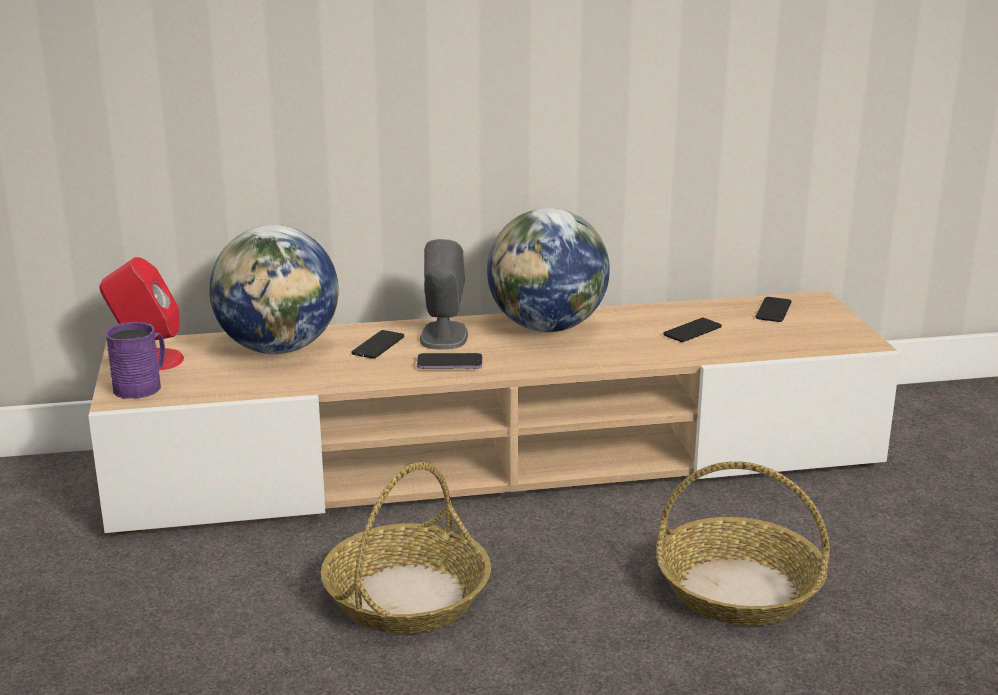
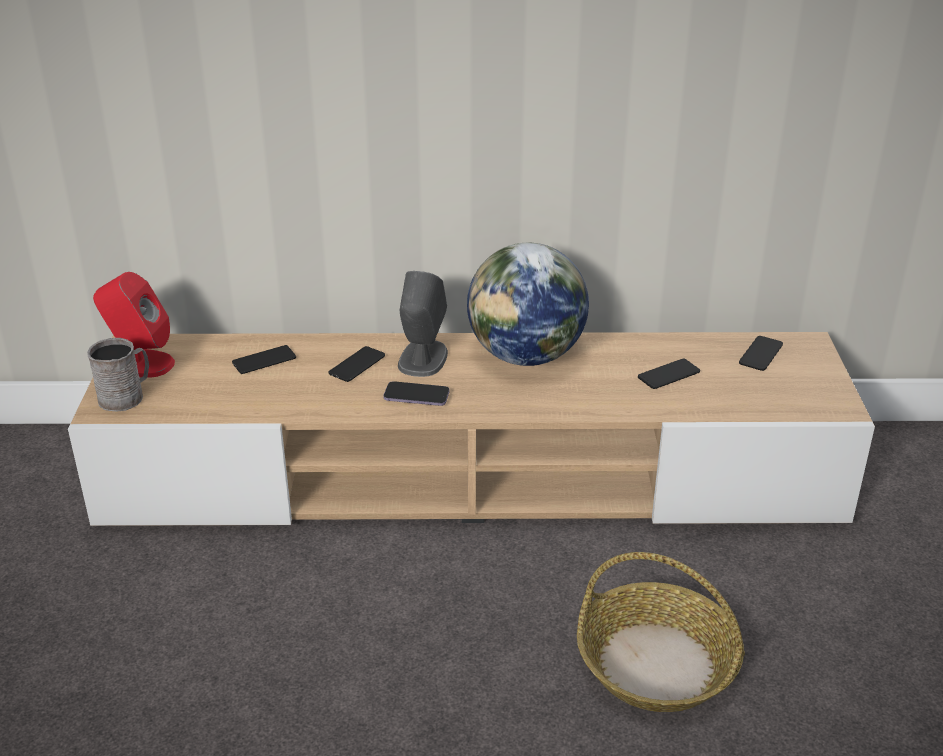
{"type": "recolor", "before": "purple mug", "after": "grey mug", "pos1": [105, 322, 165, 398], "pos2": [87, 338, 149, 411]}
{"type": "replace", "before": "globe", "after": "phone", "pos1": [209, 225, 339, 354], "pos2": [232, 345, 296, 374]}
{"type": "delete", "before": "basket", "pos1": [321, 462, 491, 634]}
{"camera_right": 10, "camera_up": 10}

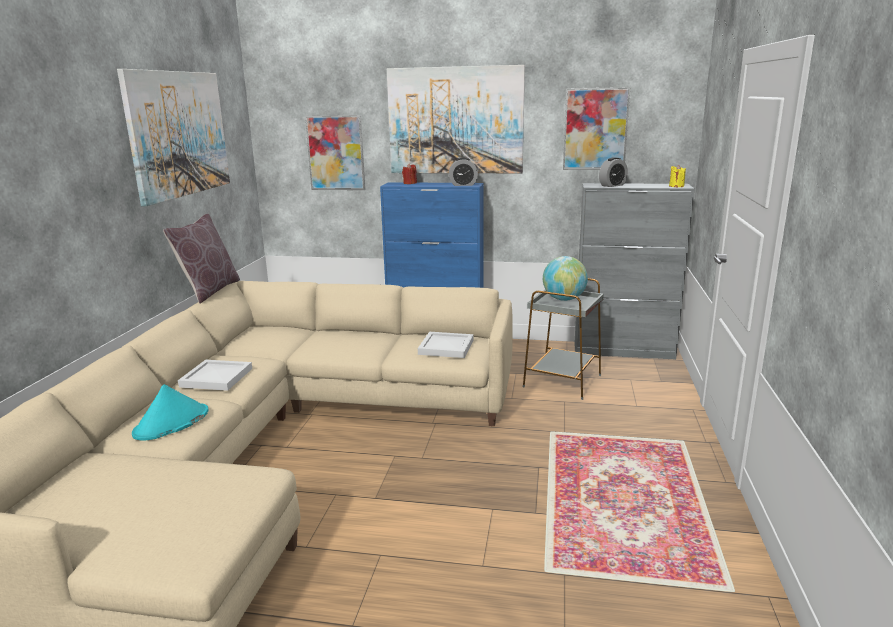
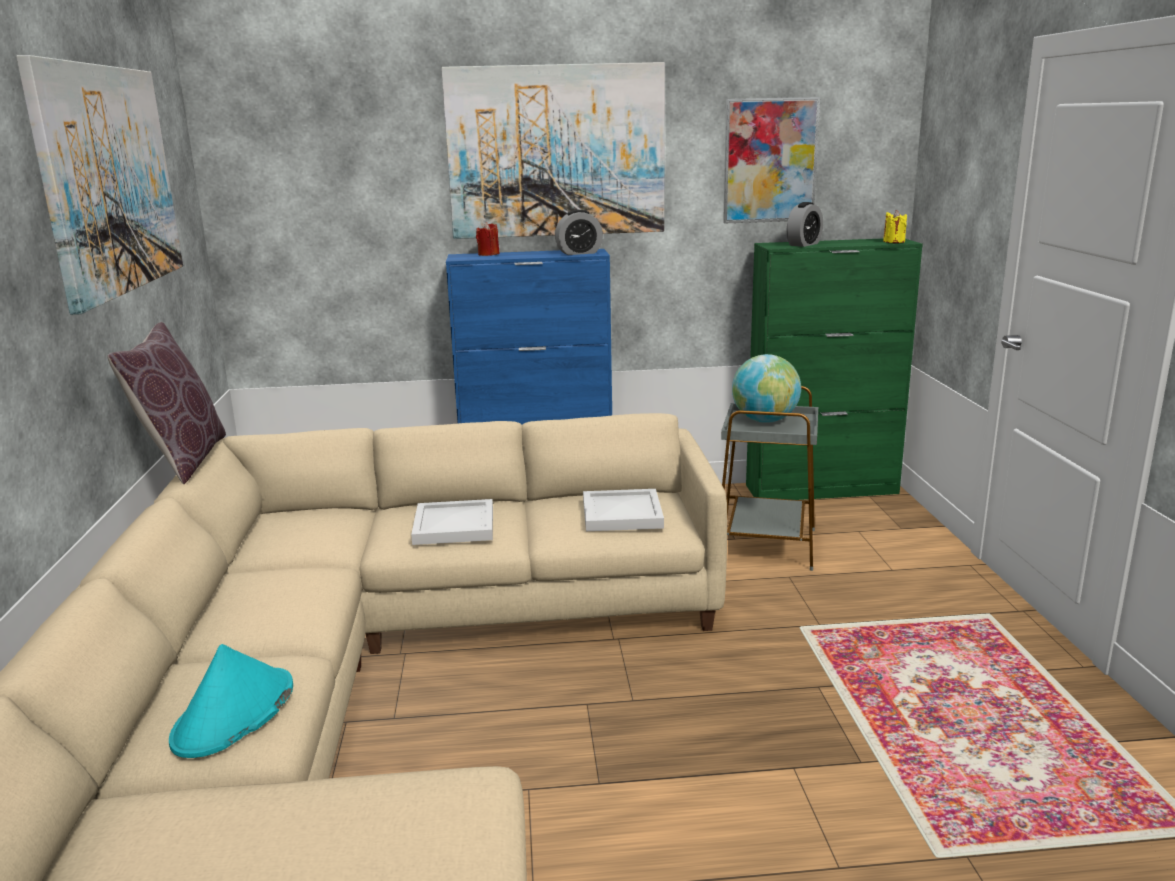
{"type": "move", "before": "white tray", "pos1": [178, 360, 252, 391], "pos2": [411, 499, 493, 545]}
{"type": "recolor", "before": "grey cabinet", "after": "green cabinet", "pos1": [575, 183, 695, 359], "pos2": [746, 239, 923, 500]}
{"type": "delete", "before": "picture", "pos1": [305, 115, 365, 190]}
{"camera_right": -15, "camera_up": 0}

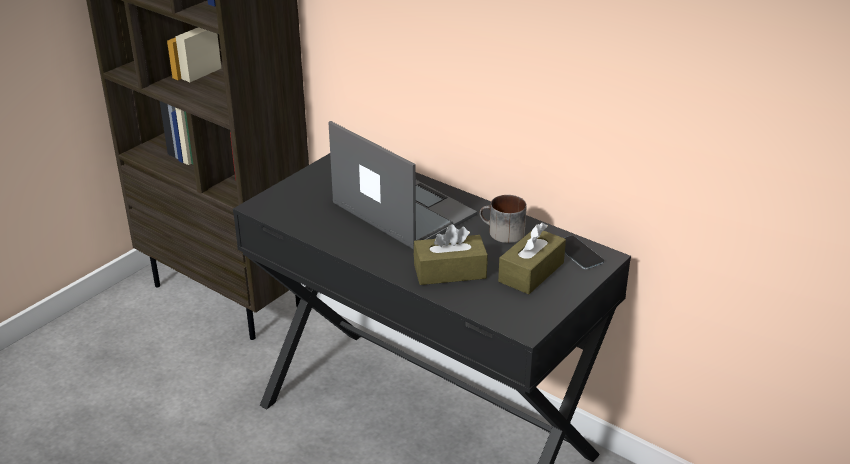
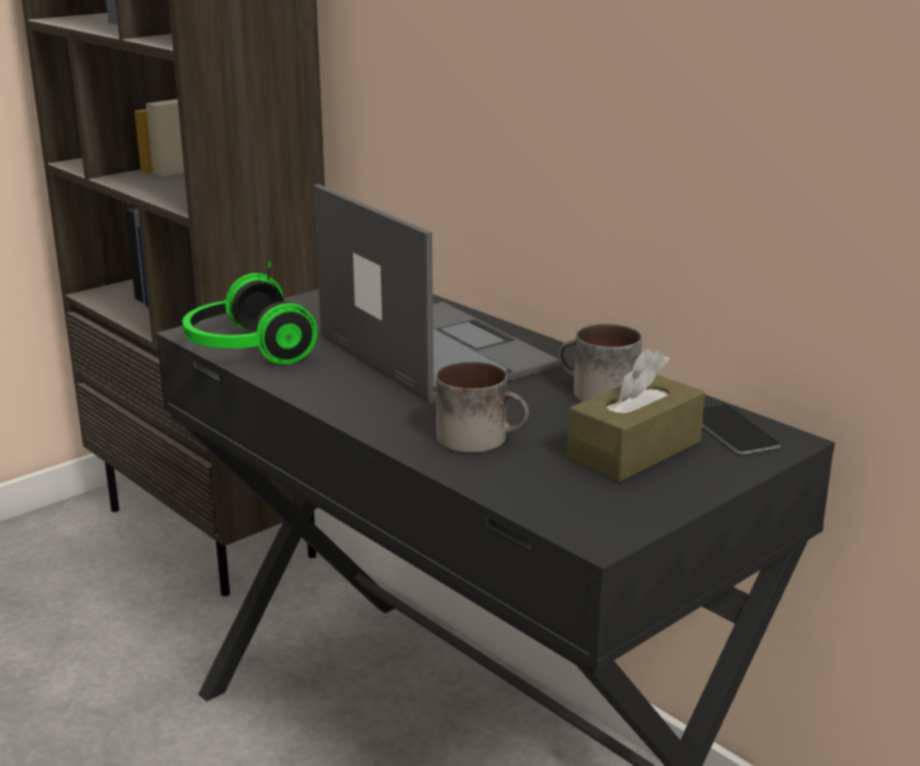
{"type": "insert", "after": "headphones", "pos2": [183, 261, 318, 364]}
{"type": "replace", "before": "brown tissue box", "after": "mug", "pos1": [414, 224, 488, 285], "pos2": [436, 361, 529, 453]}
{"camera_right": 10, "camera_up": -10}

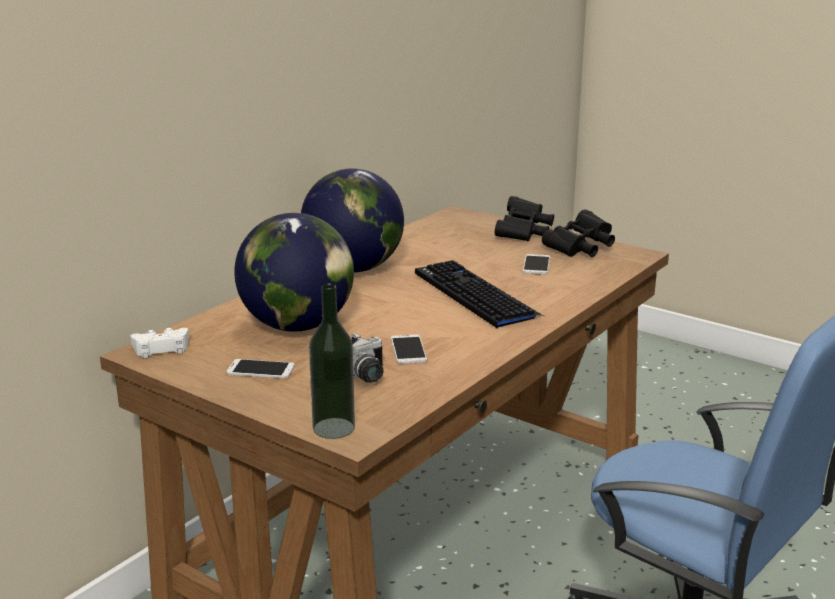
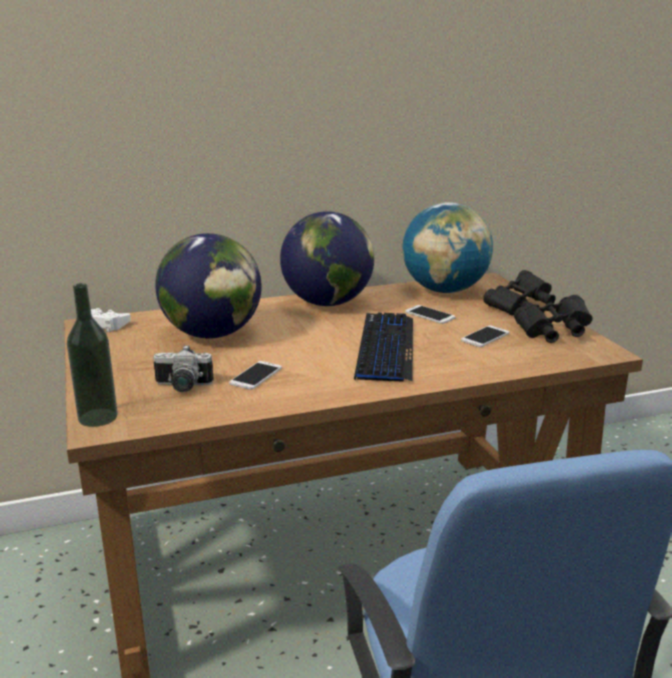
{"type": "insert", "after": "globe", "pos2": [402, 202, 493, 293]}
{"type": "move", "before": "phone", "pos1": [226, 359, 295, 379], "pos2": [405, 305, 456, 324]}
{"camera_right": 35, "camera_up": 0}

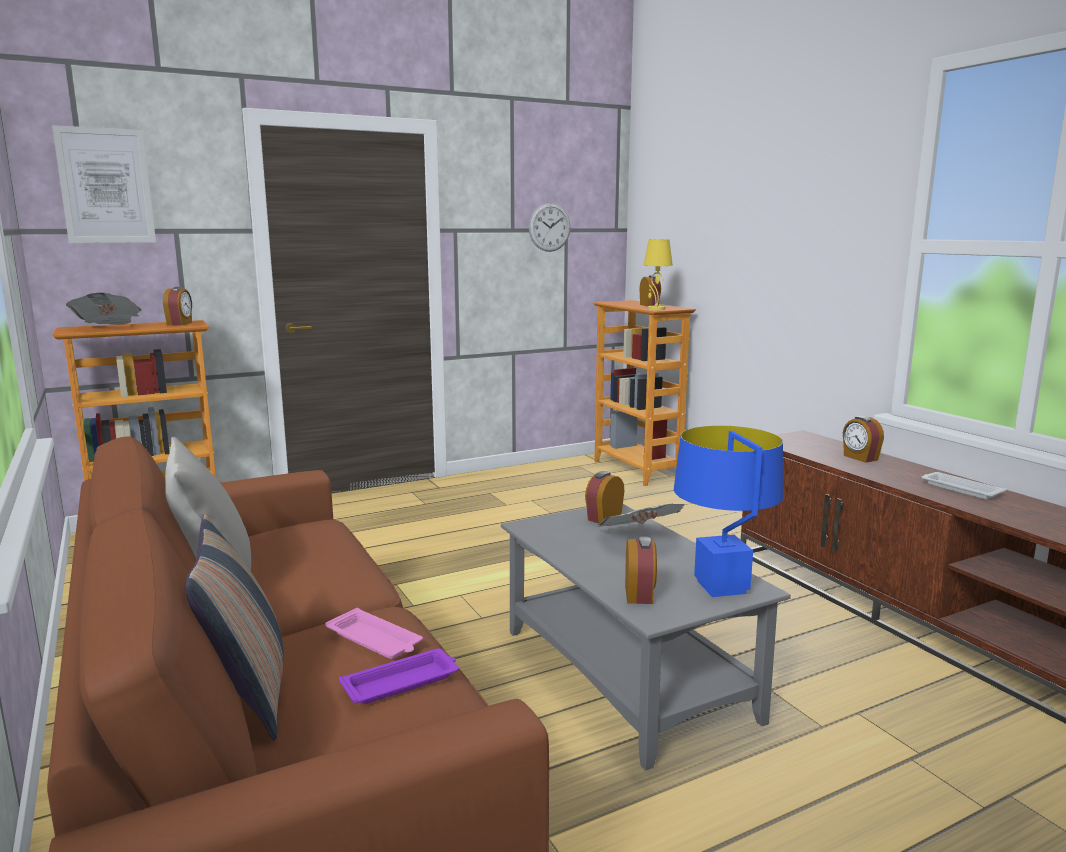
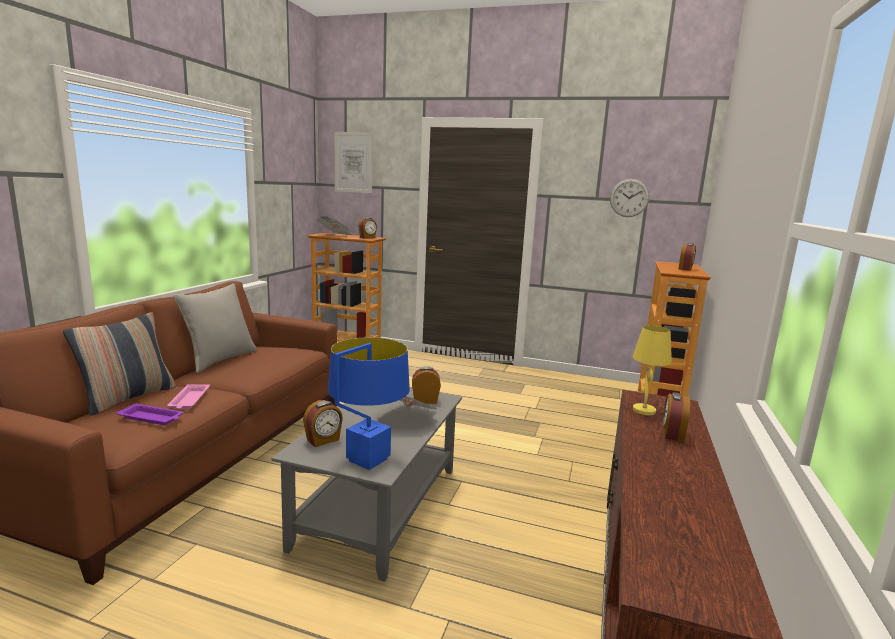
{"type": "move", "before": "yellow table lamp", "pos1": [644, 239, 673, 310], "pos2": [632, 325, 672, 415]}
{"type": "delete", "before": "white tray", "pos1": [921, 472, 1007, 499]}
{"camera_right": 45, "camera_up": 0}

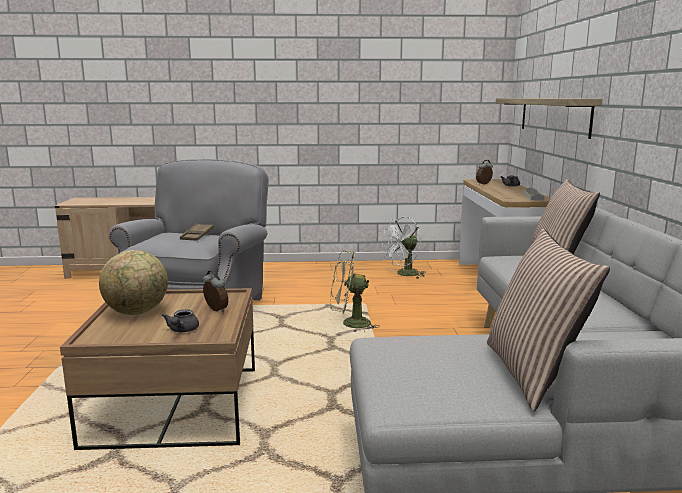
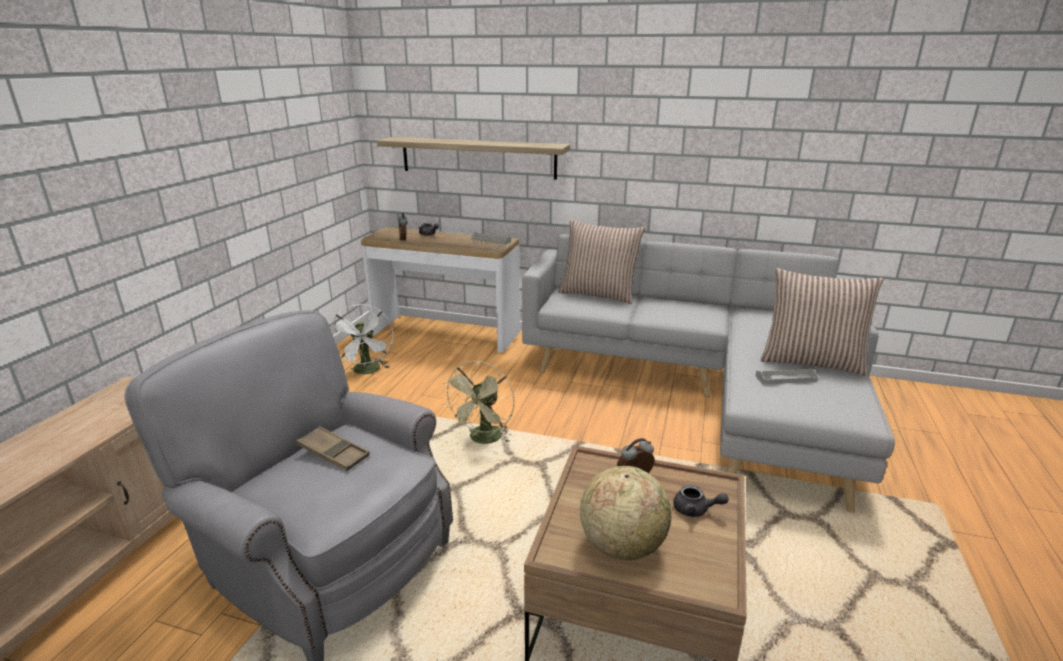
{"type": "insert", "after": "grey tray", "pos2": [755, 369, 818, 384]}
{"camera_right": -70, "camera_up": 10}

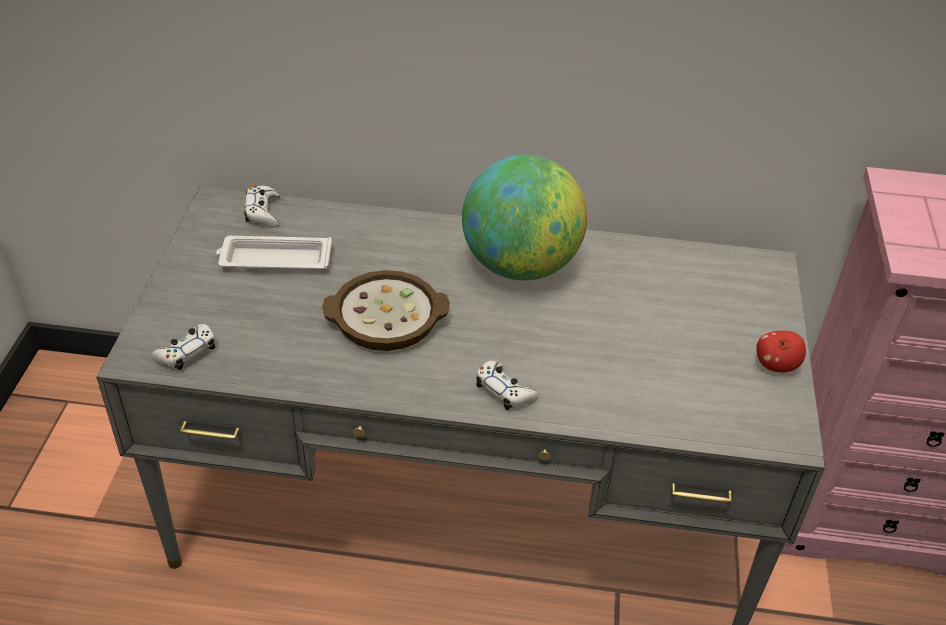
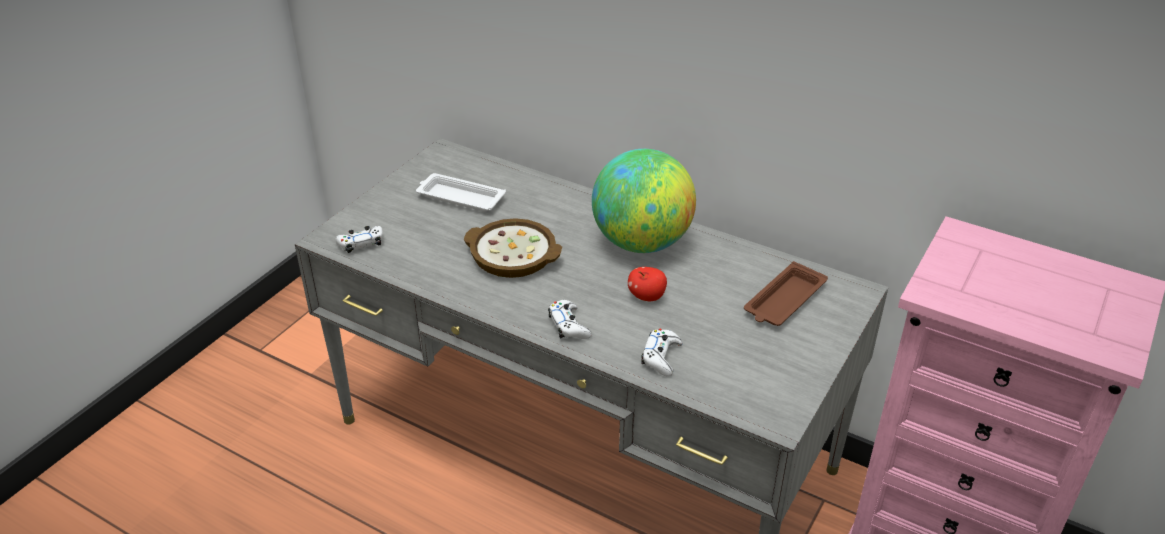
{"type": "move", "before": "apple", "pos1": [756, 331, 806, 372], "pos2": [628, 267, 667, 301]}
{"type": "move", "before": "white game controller", "pos1": [244, 185, 280, 228], "pos2": [641, 328, 683, 377]}
{"type": "insert", "after": "brown tray", "pos2": [744, 261, 828, 326]}
{"camera_right": 25, "camera_up": -5}

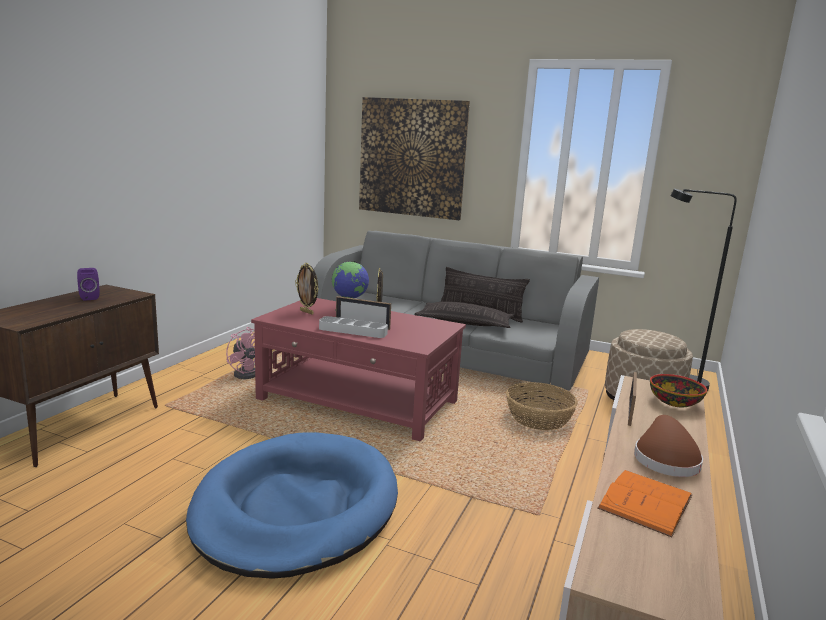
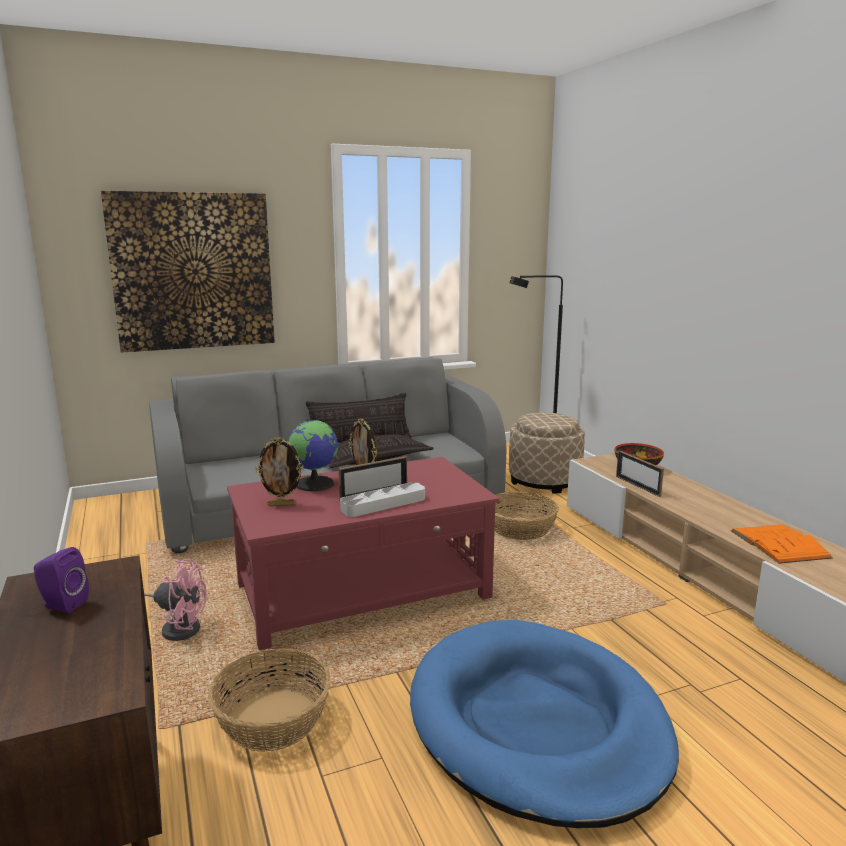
{"type": "insert", "after": "basket", "pos2": [208, 648, 331, 752]}
{"type": "delete", "before": "brown hat", "pos1": [634, 415, 703, 477]}
{"camera_right": -45, "camera_up": 0}

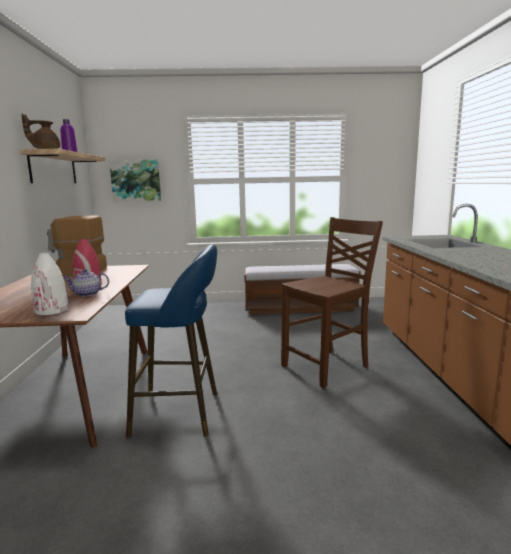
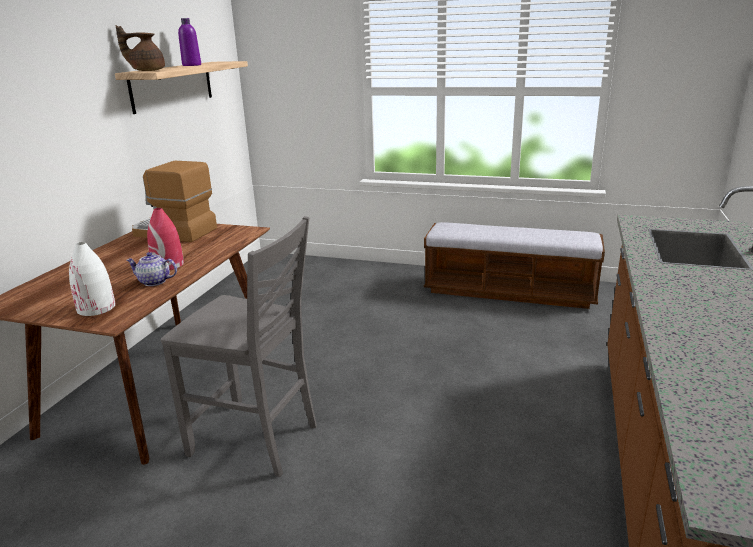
{"type": "replace", "before": "blue stool", "after": "grey chair", "pos1": [125, 244, 217, 438], "pos2": [161, 216, 317, 477]}
{"type": "delete", "before": "picture", "pos1": [109, 160, 161, 202]}
{"type": "delete", "before": "brown chair", "pos1": [281, 217, 383, 388]}
{"camera_right": 20, "camera_up": 10}

